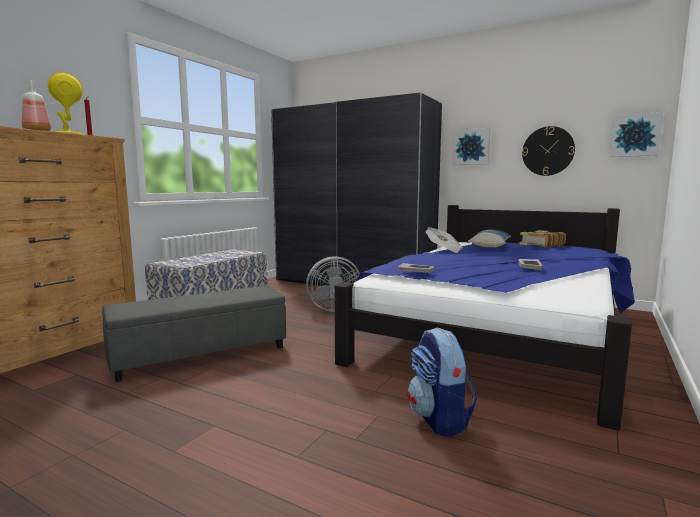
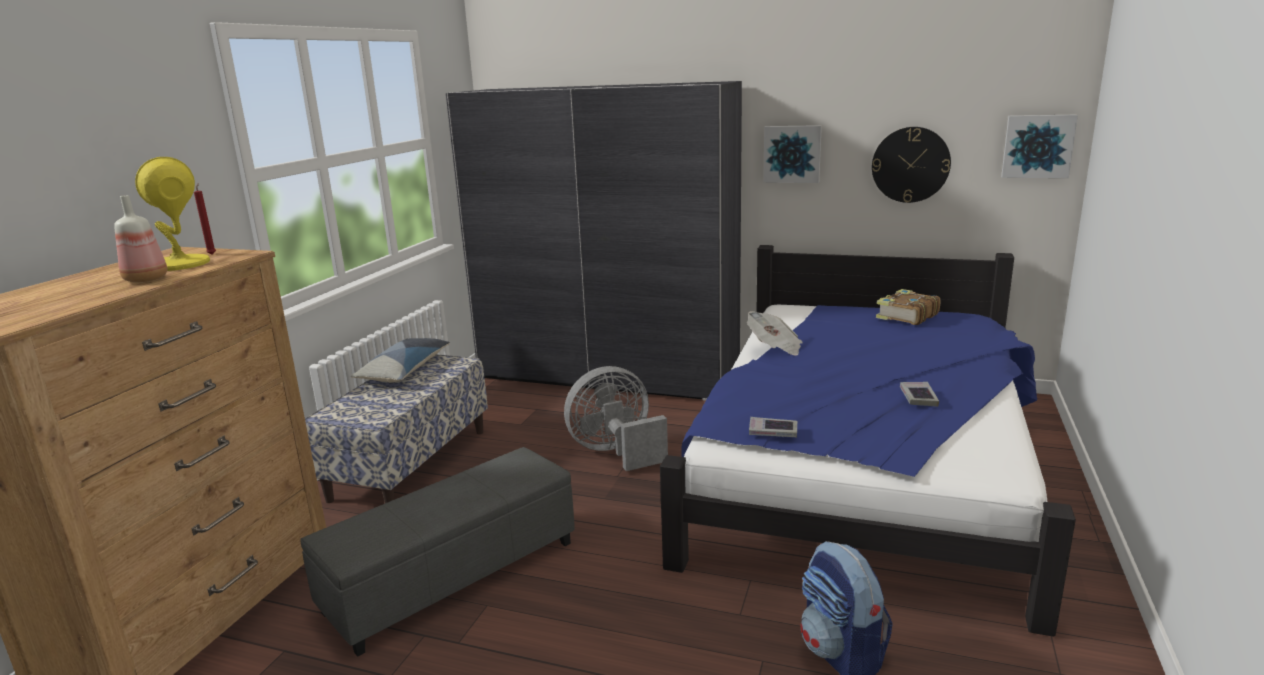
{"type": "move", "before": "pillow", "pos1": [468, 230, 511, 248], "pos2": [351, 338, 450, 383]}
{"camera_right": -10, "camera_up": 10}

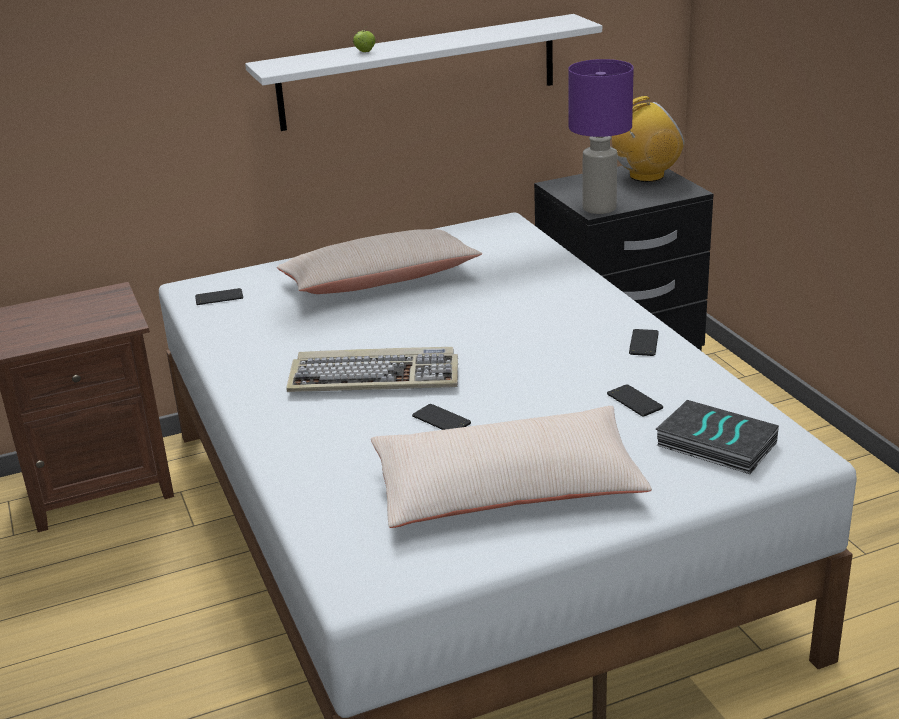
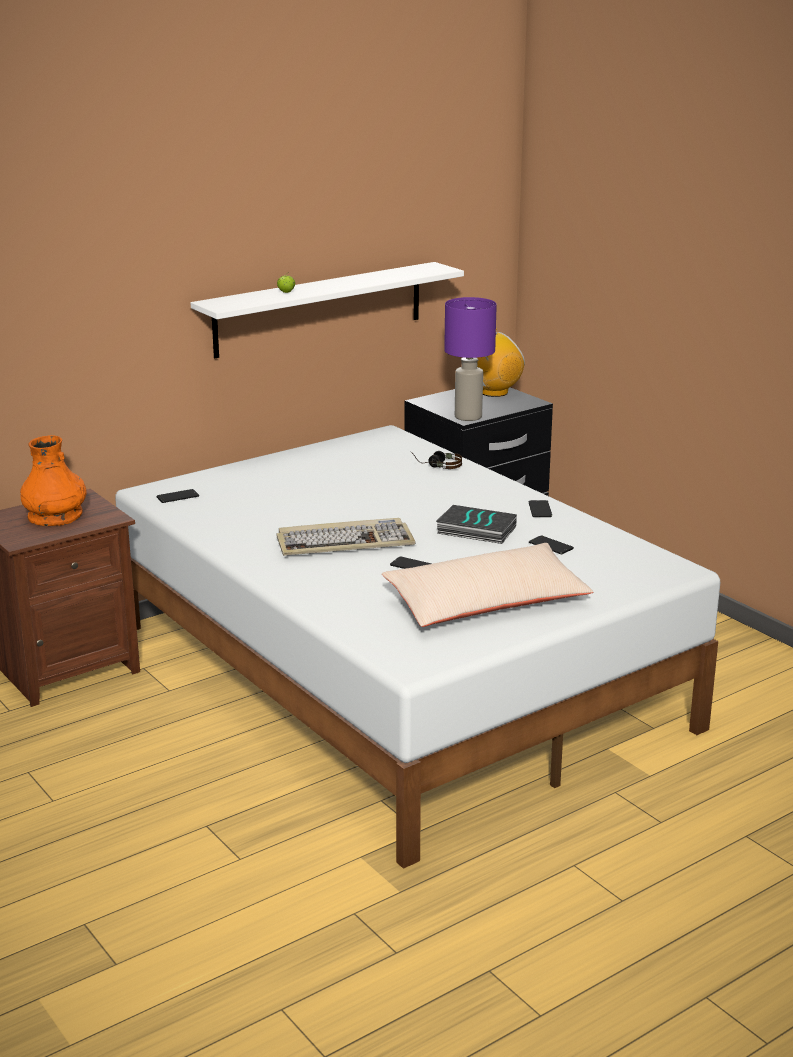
{"type": "insert", "after": "orange vase", "pos2": [20, 435, 87, 526]}
{"type": "insert", "after": "headphones", "pos2": [411, 451, 462, 469]}
{"type": "move", "before": "book", "pos1": [656, 400, 779, 474], "pos2": [436, 505, 517, 544]}
{"type": "delete", "before": "beige pillow", "pos1": [277, 229, 482, 294]}
{"camera_right": -15, "camera_up": -5}

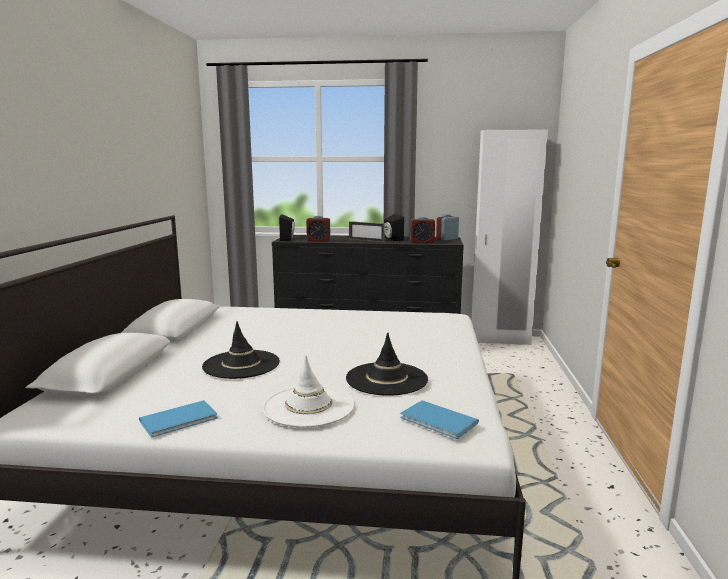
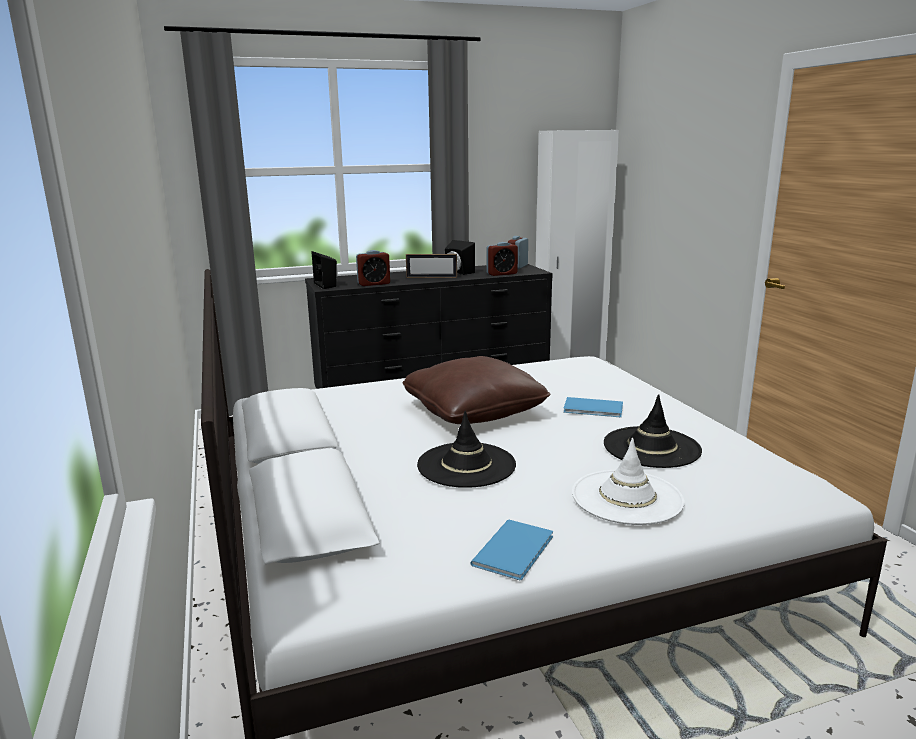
{"type": "insert", "after": "brown pillow", "pos2": [403, 356, 551, 424]}
{"type": "move", "before": "blue book", "pos1": [400, 400, 479, 439], "pos2": [563, 397, 623, 417]}
{"camera_right": -25, "camera_up": 5}

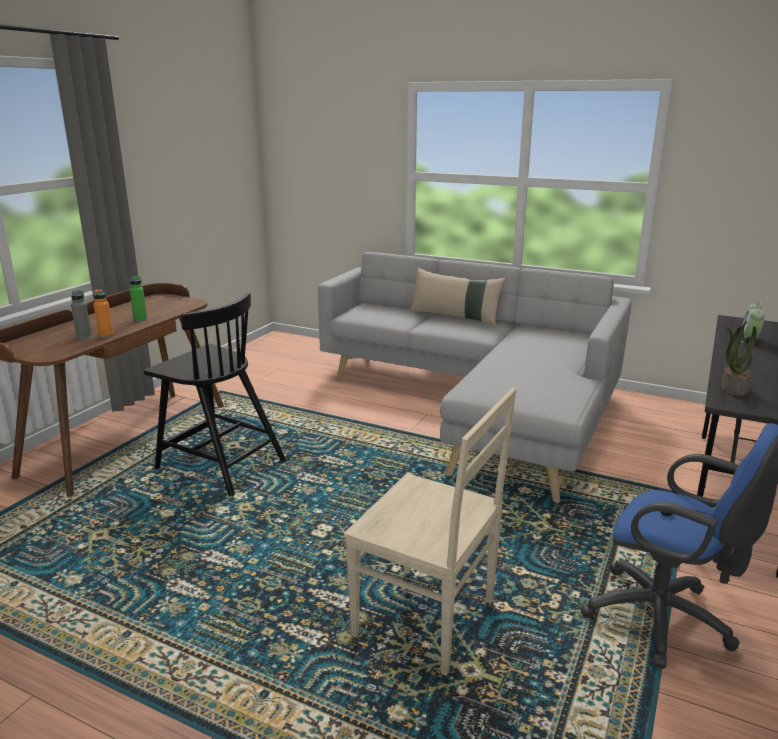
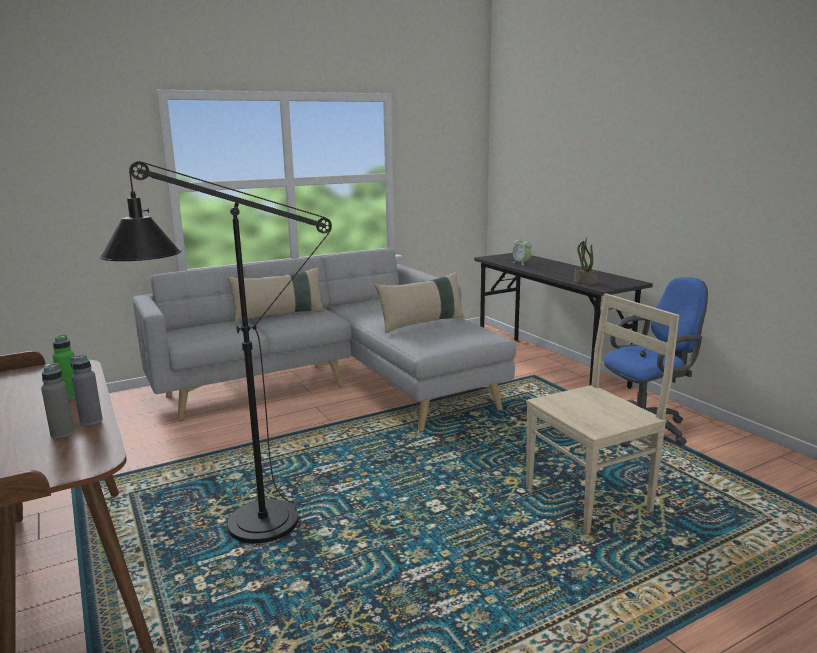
{"type": "recolor", "before": "orange bottle", "after": "grey bottle", "pos1": [93, 289, 114, 338], "pos2": [70, 355, 103, 425]}
{"type": "replace", "before": "black chair", "after": "black floor lamp", "pos1": [144, 292, 286, 496], "pos2": [99, 161, 332, 543]}
{"type": "insert", "after": "beige pillow", "pos2": [375, 272, 464, 333]}
{"camera_right": -55, "camera_up": -5}

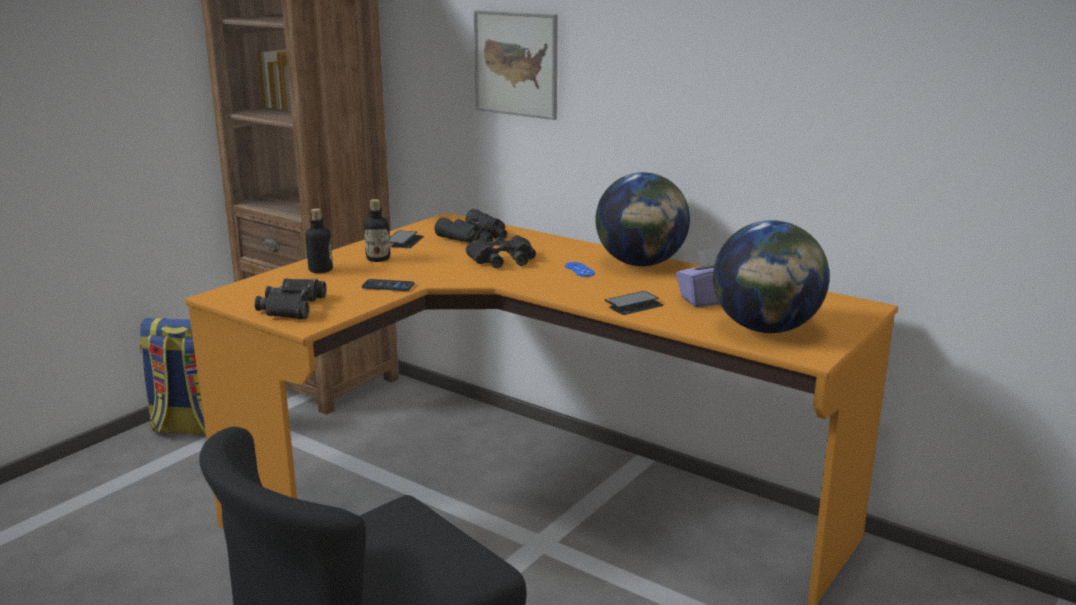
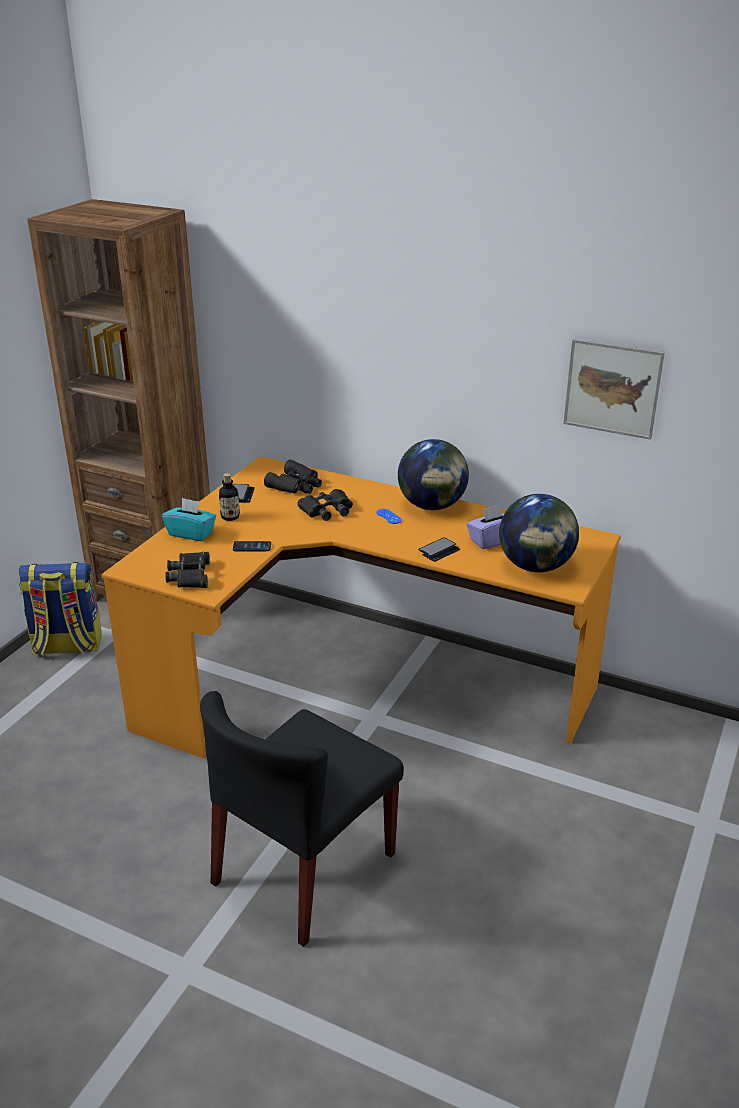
{"type": "replace", "before": "bottle", "after": "turquoise tissue box", "pos1": [305, 208, 333, 273], "pos2": [162, 498, 216, 541]}
{"type": "move", "before": "picture", "pos1": [474, 10, 558, 120], "pos2": [563, 338, 665, 440]}
{"camera_right": -10, "camera_up": 10}

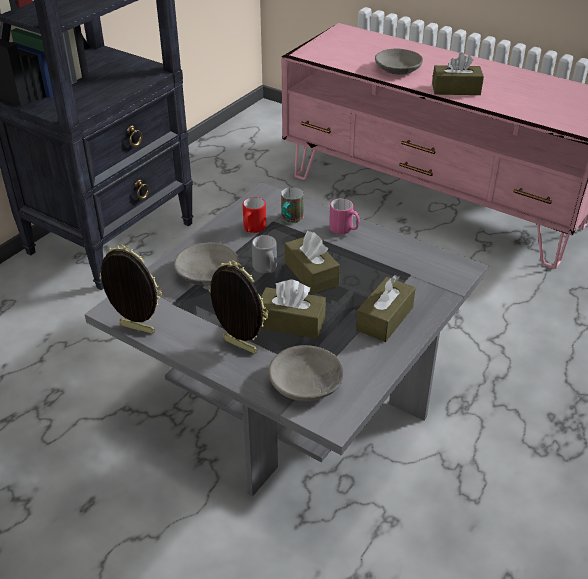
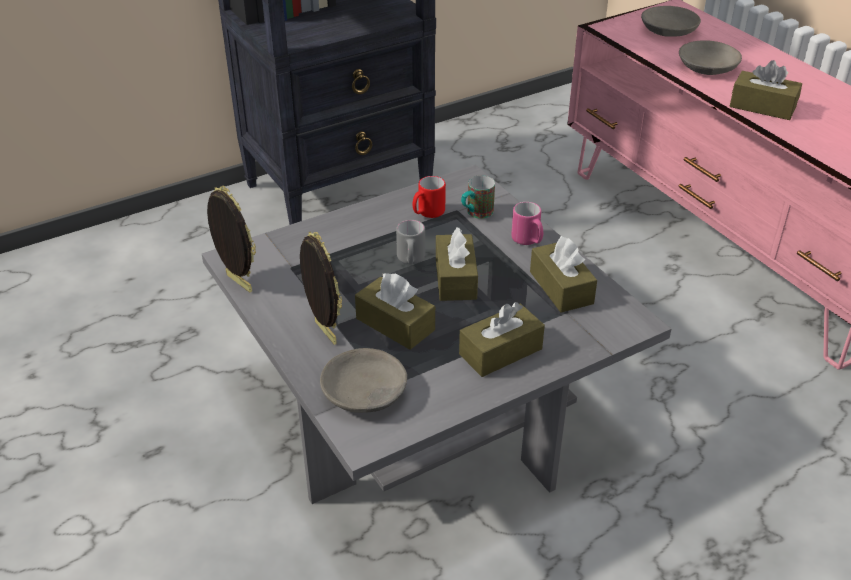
{"type": "insert", "after": "brown tissue box", "pos2": [530, 236, 597, 312]}
{"type": "move", "before": "grey bowl", "pos1": [174, 242, 239, 285], "pos2": [641, 6, 701, 37]}
{"camera_right": 25, "camera_up": 0}

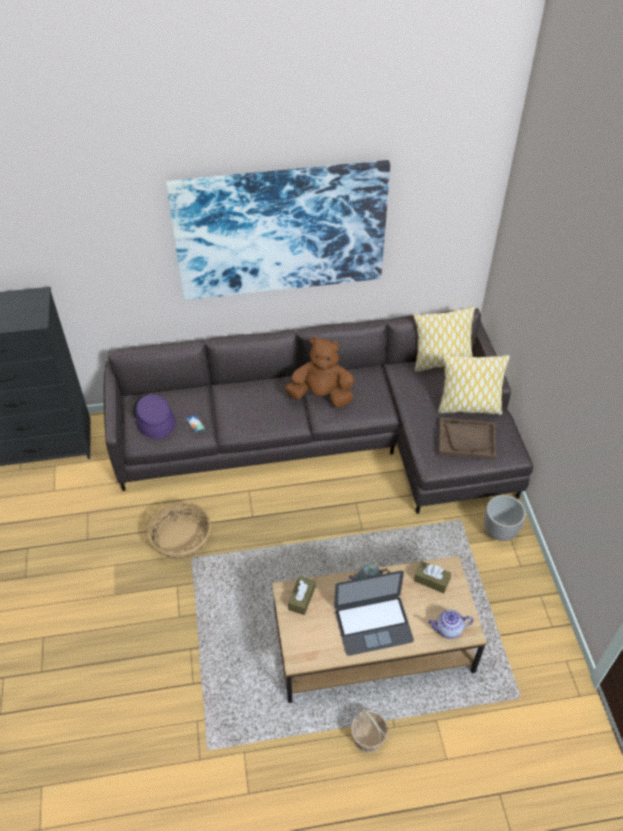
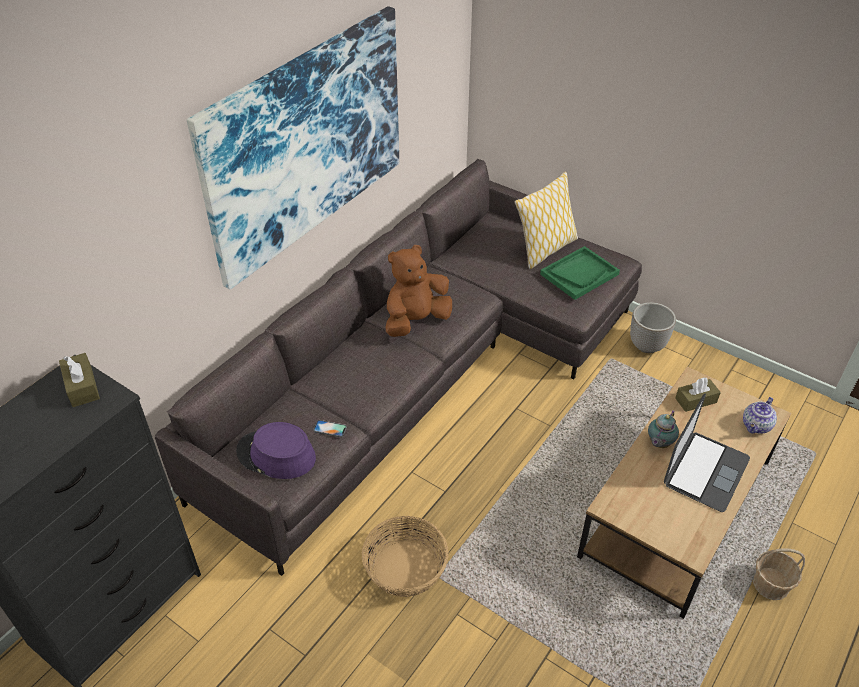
{"type": "move", "before": "brown tissue box", "pos1": [288, 576, 315, 615], "pos2": [59, 353, 100, 407]}
{"type": "recolor", "before": "brown tray", "after": "green tray", "pos1": [439, 418, 496, 460], "pos2": [540, 246, 620, 300]}
{"type": "delete", "before": "pillow", "pos1": [413, 306, 475, 372]}
{"camera_right": -45, "camera_up": -5}

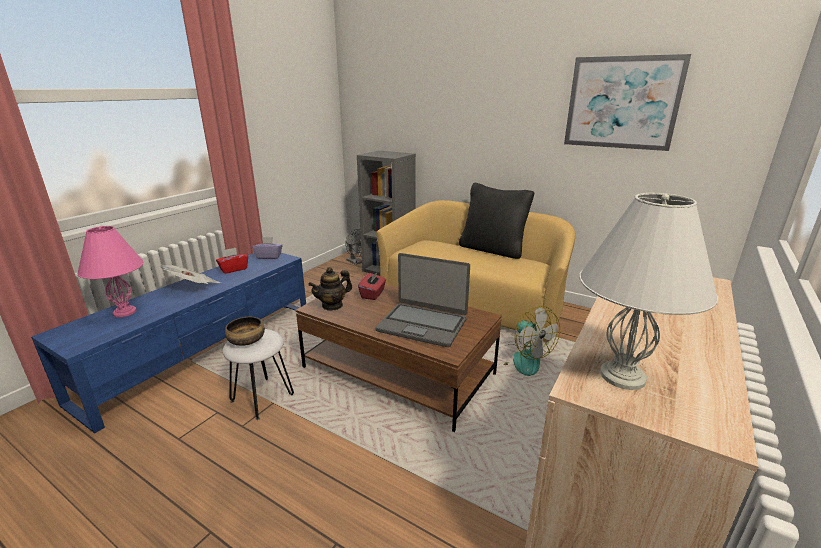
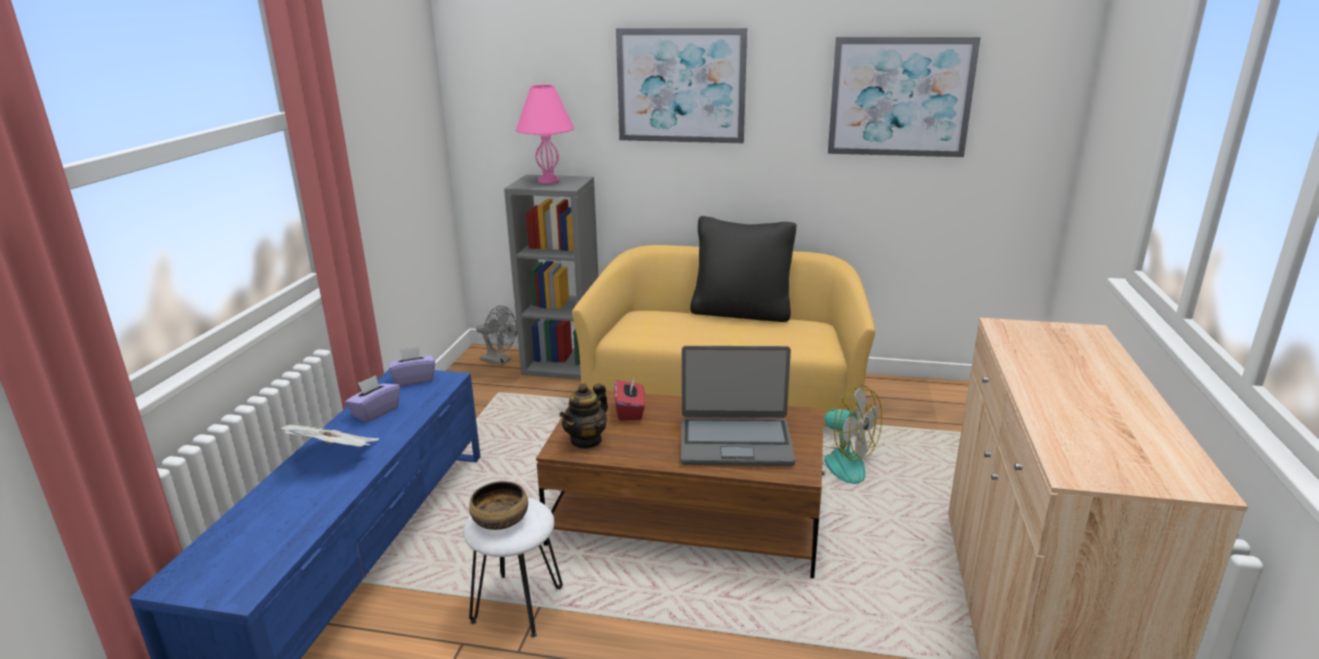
{"type": "recolor", "before": "red tissue box", "after": "purple tissue box", "pos1": [216, 248, 248, 274], "pos2": [345, 375, 400, 423]}
{"type": "move", "before": "pink table lamp", "pos1": [77, 226, 144, 317], "pos2": [516, 84, 574, 184]}
{"type": "insert", "after": "picture", "pos2": [616, 28, 747, 143]}
{"type": "delete", "before": "white table lamp", "pos1": [579, 193, 718, 390]}
{"camera_right": -20, "camera_up": 0}

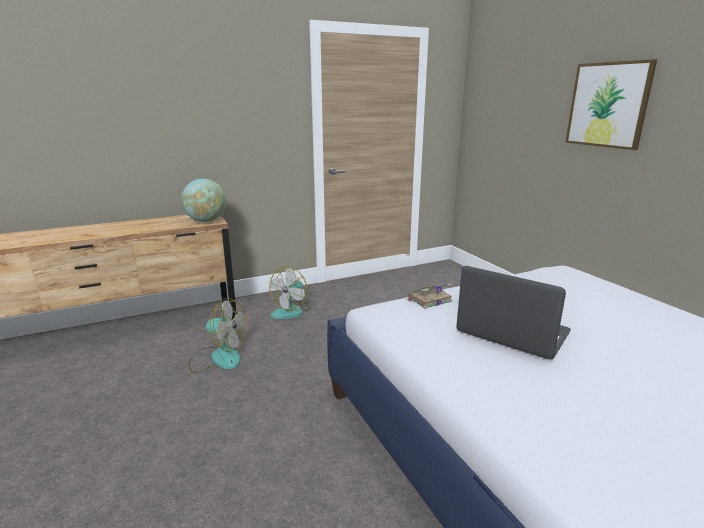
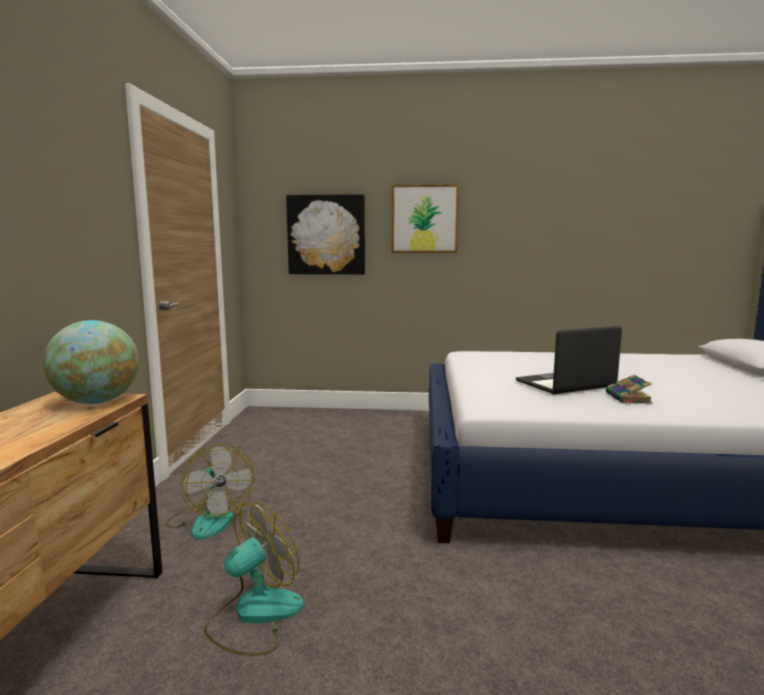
{"type": "insert", "after": "picture", "pos2": [286, 194, 365, 274]}
{"type": "move", "before": "book", "pos1": [406, 283, 453, 309], "pos2": [606, 374, 653, 404]}
{"camera_right": -60, "camera_up": -10}

